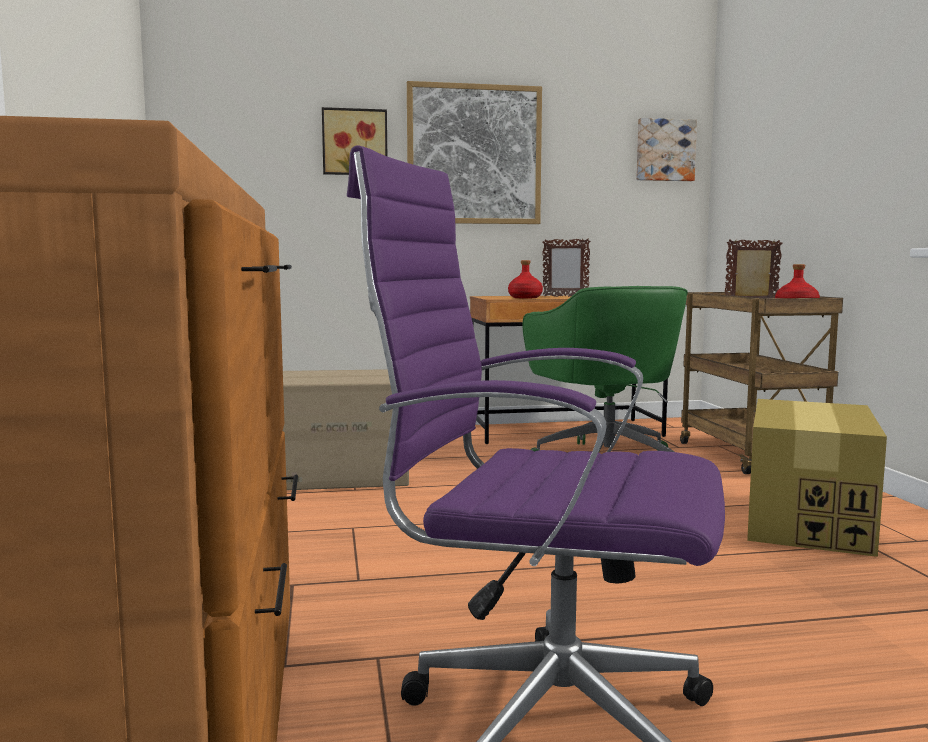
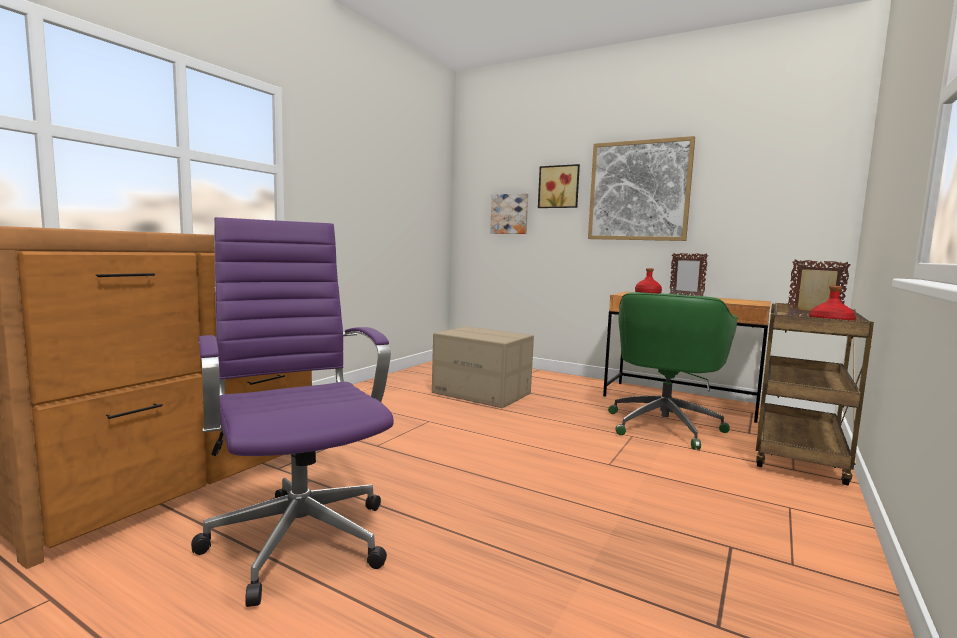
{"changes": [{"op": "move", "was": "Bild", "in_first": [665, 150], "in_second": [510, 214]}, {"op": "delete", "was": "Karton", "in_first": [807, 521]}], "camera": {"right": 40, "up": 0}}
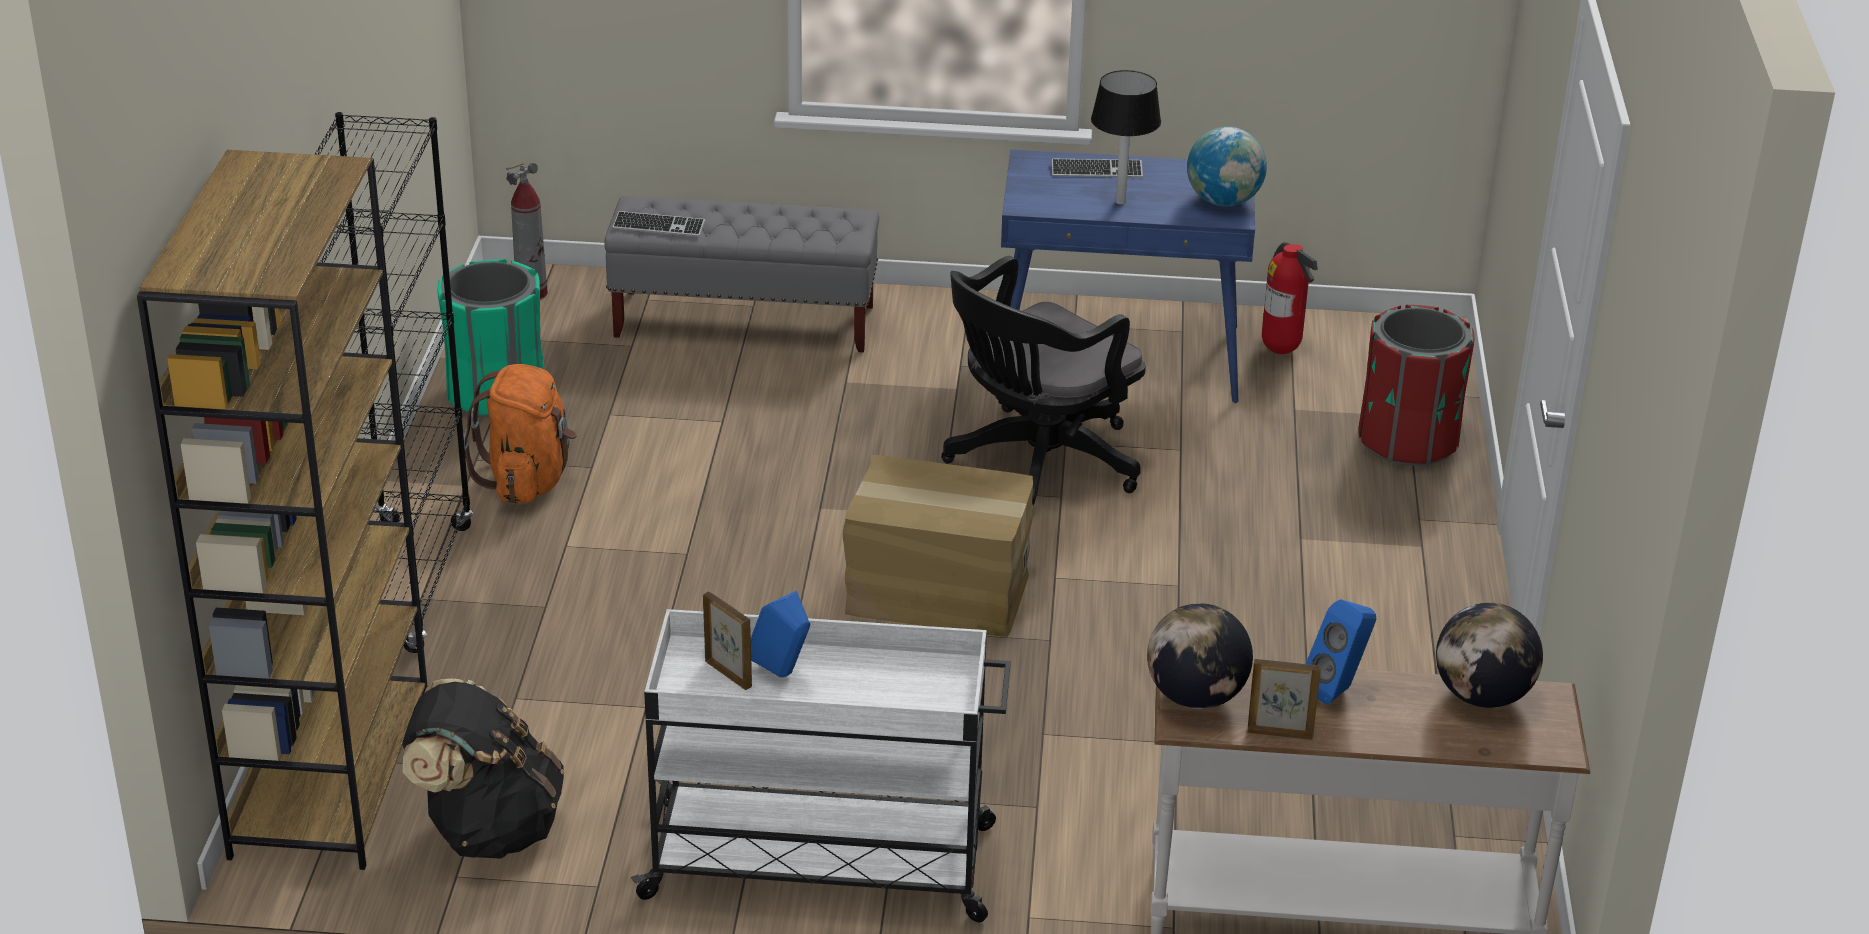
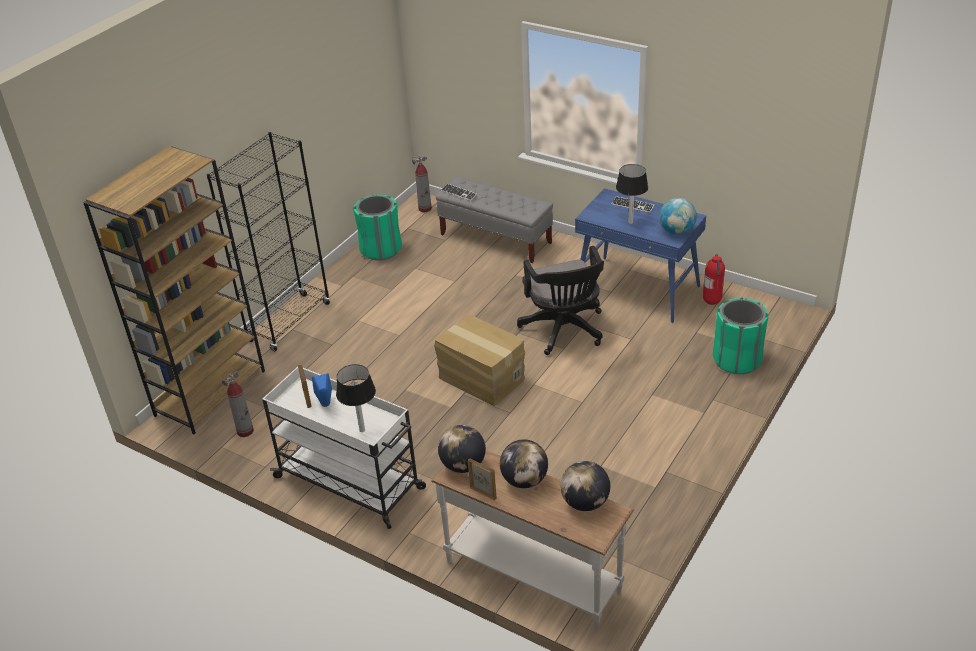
{"changes": [{"op": "replace", "was": "Rucksack (schwarz)", "now": "Feuerlöscher", "in_first": [488, 829], "in_second": [245, 431]}, {"op": "delete", "was": "Rucksack (orange)", "in_first": [527, 480]}, {"op": "rotate", "was": "Bürostuhl (schwarz)", "in_first": [1036, 465], "in_second": [564, 331], "clockwise": -90}, {"op": "replace", "was": "Lautsprecher (blau)", "now": "Globus", "in_first": [1337, 690], "in_second": [524, 480]}, {"op": "recolor", "was": "Mülleimer (rot)", "now": "Mülleimer (grün)", "in_first": [1407, 441], "in_second": [736, 360]}, {"op": "insert", "now": "Tischlampe", "in_second": [361, 430]}], "camera": {"right": 30, "up": 5}}
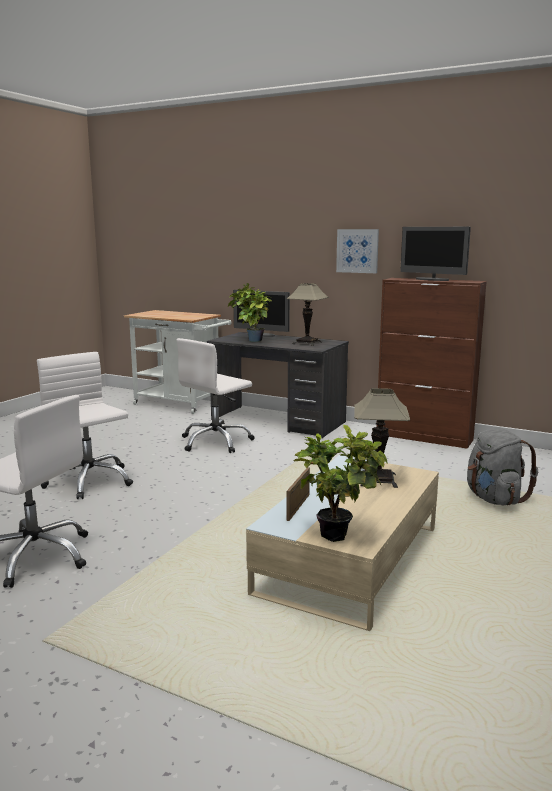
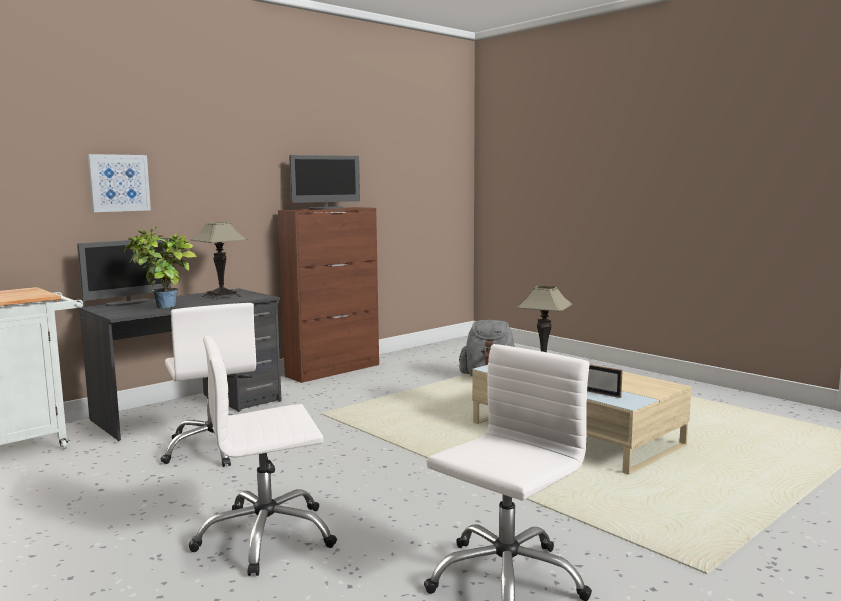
{"changes": [{"op": "delete", "was": "Topfpflanze", "in_first": [339, 534]}, {"op": "move", "was": "Bild", "in_first": [357, 251], "in_second": [119, 183]}], "camera": {"right": -70, "up": -5}}
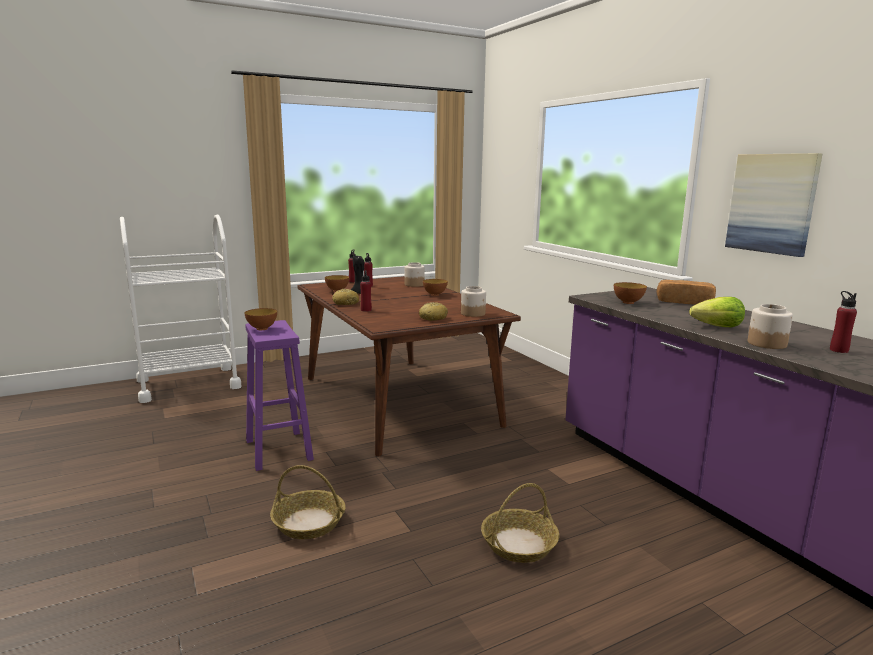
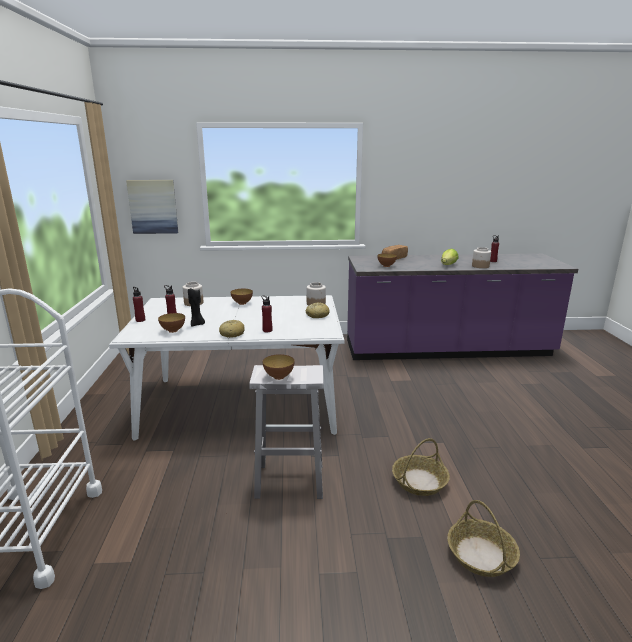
{"changes": [{"op": "recolor", "was": "Hocker (lila)", "now": "Hocker (weiß)", "in_first": [278, 449], "in_second": [288, 481]}, {"op": "recolor", "was": "Esstisch (braun)", "now": "Esstisch (weiß)", "in_first": [396, 400], "in_second": [240, 405]}, {"op": "move", "was": "Korb", "in_first": [519, 544], "in_second": [481, 555]}, {"op": "move", "was": "Bild", "in_first": [772, 203], "in_second": [153, 206]}], "camera": {"right": -65, "up": 5}}
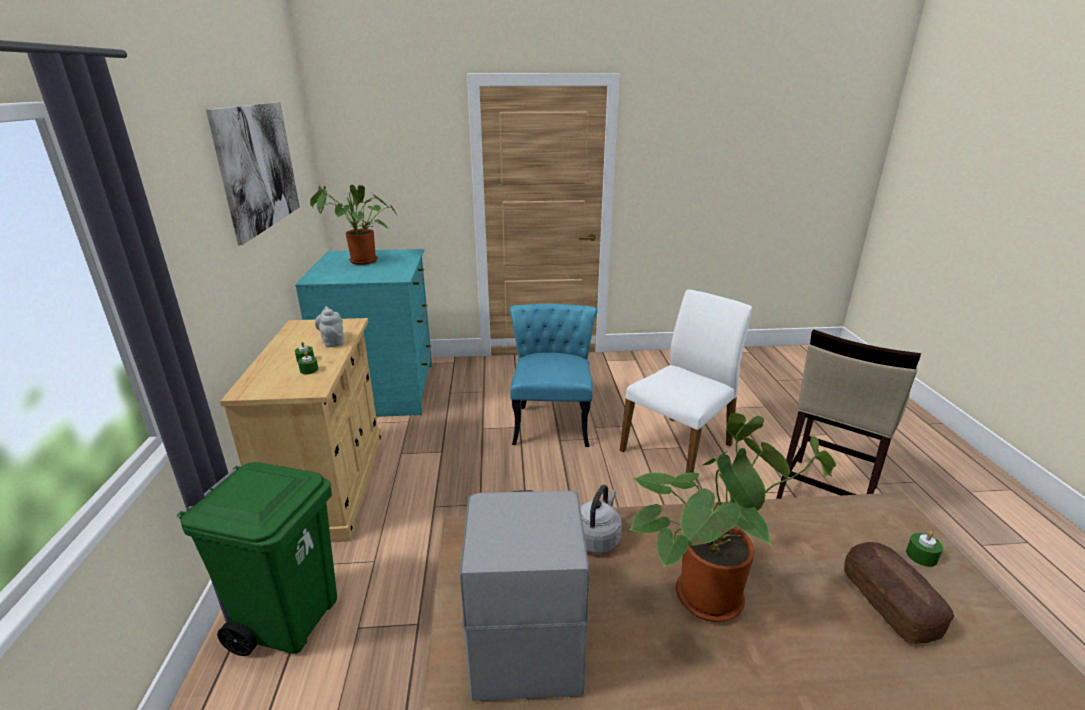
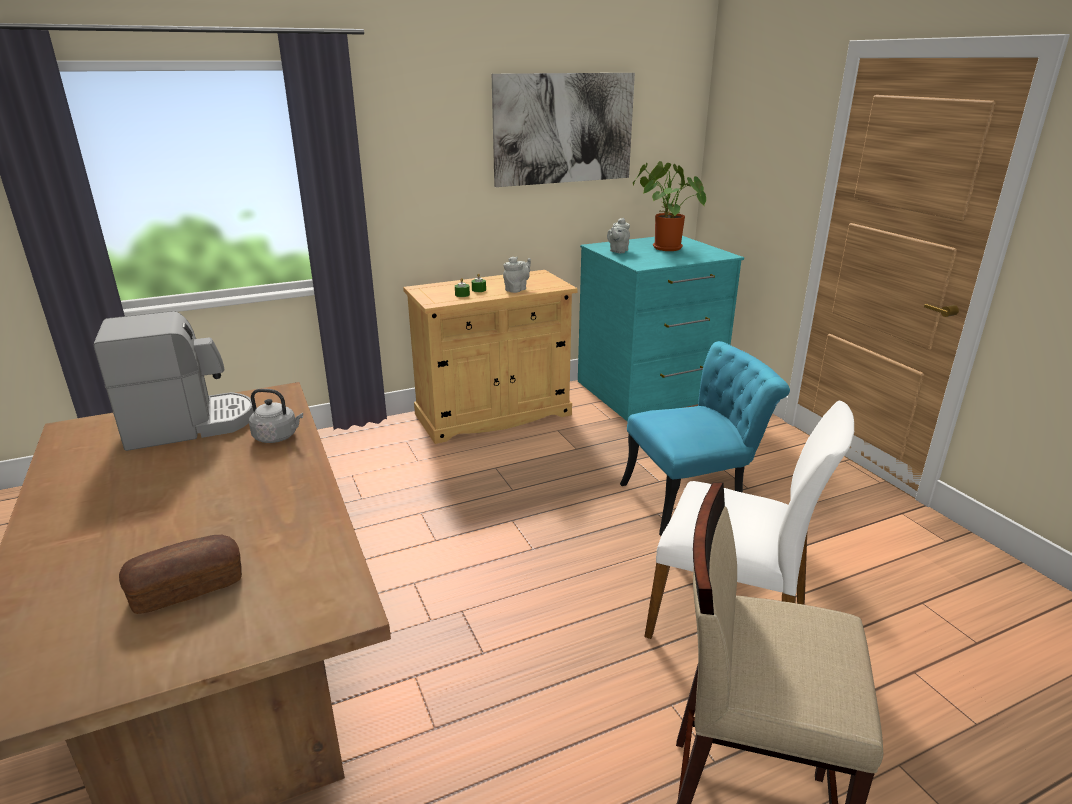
{"changes": [{"op": "delete", "was": "Mülleimer (grün)", "in_first": [290, 619]}, {"op": "delete", "was": "Topfpflanze", "in_first": [710, 591]}, {"op": "delete", "was": "Kerze (grün)", "in_first": [921, 556]}, {"op": "insert", "now": "Teekanne (grau)", "in_second": [618, 251]}], "camera": {"right": 70, "up": 0}}
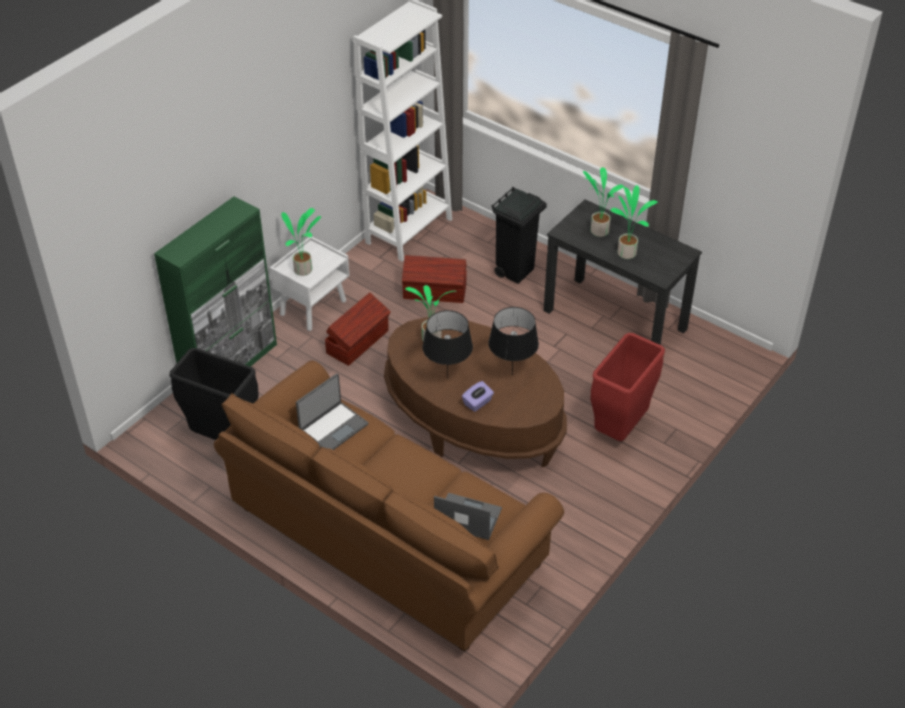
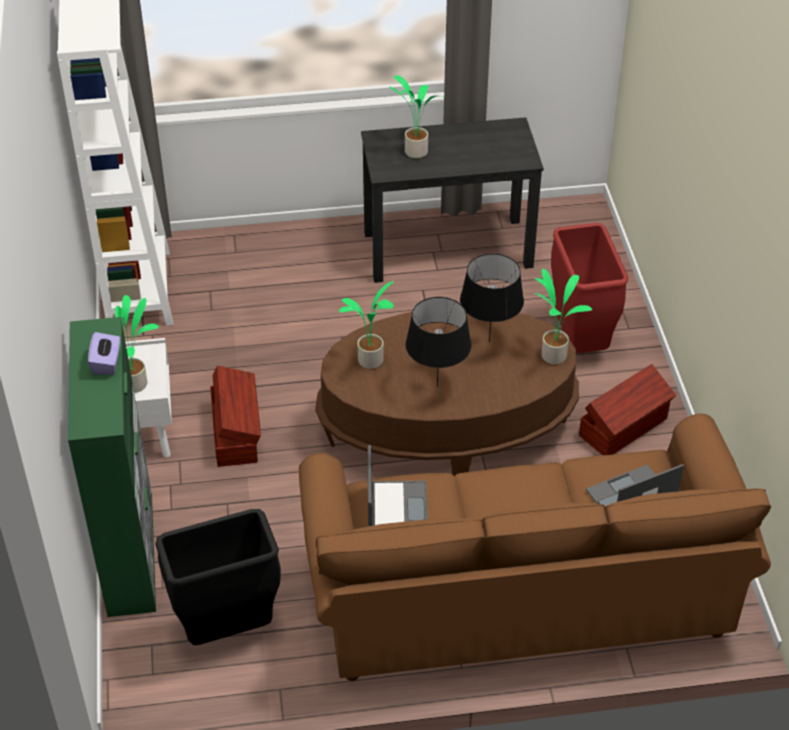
{"changes": [{"op": "move", "was": "Aufbewahrungsbox (braun)", "in_first": [435, 292], "in_second": [624, 427]}, {"op": "move", "was": "Taschentuchbox (lila)", "in_first": [477, 403], "in_second": [106, 363]}, {"op": "delete", "was": "Mülleimer (schwarz)", "in_first": [515, 271]}, {"op": "move", "was": "Topfpflanze", "in_first": [627, 252], "in_second": [553, 355]}], "camera": {"right": -45, "up": 0}}
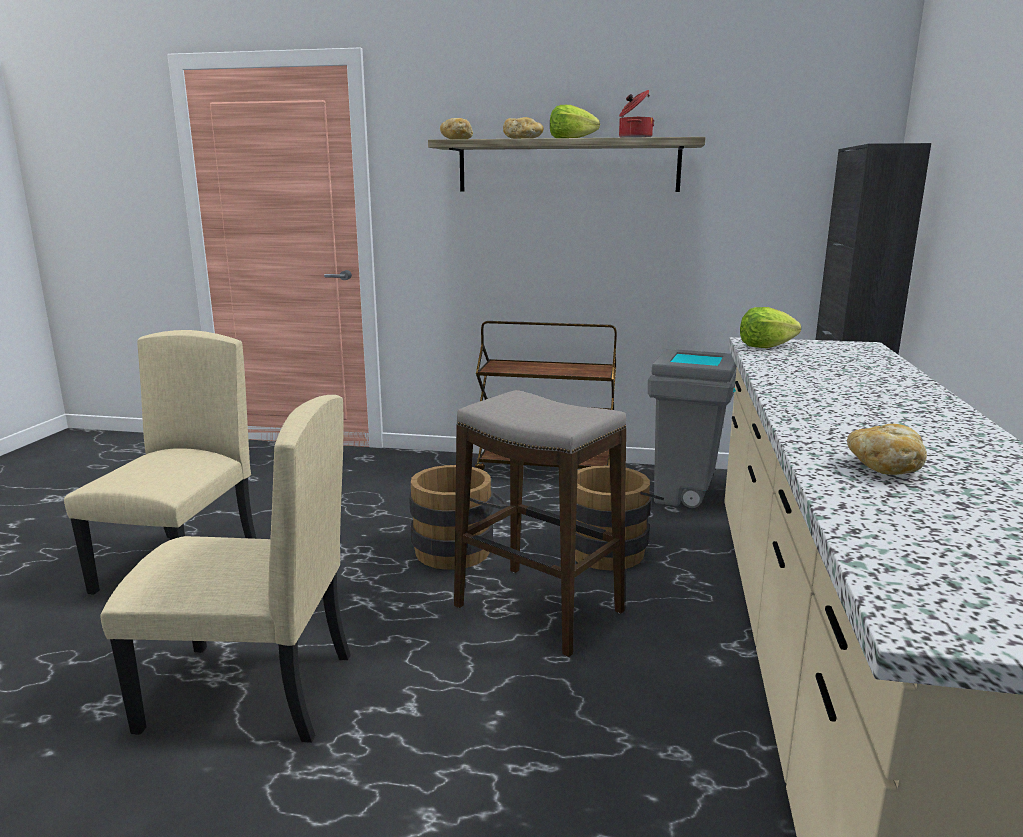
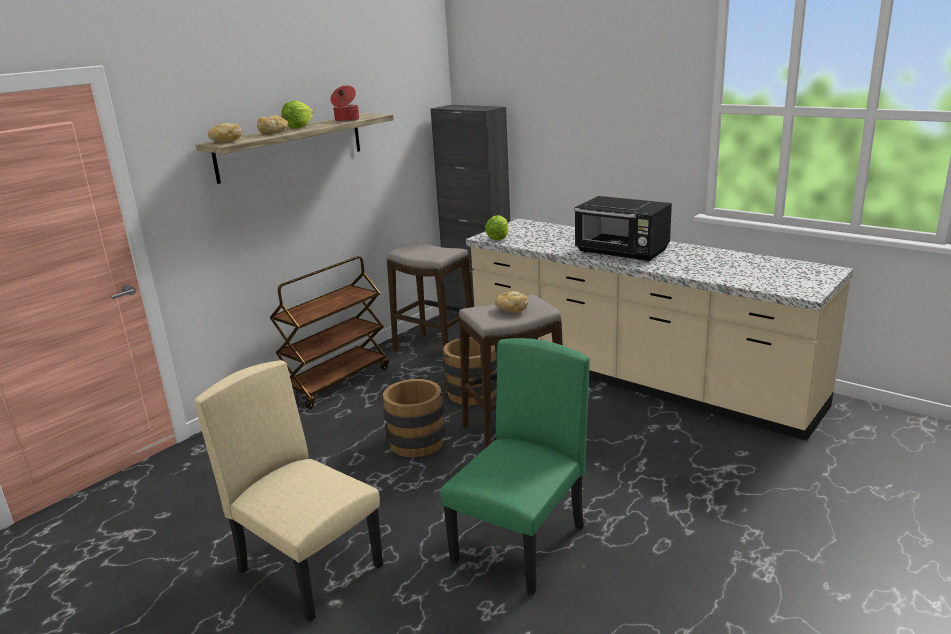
{"changes": [{"op": "recolor", "was": "Stuhl (beige)", "now": "Stuhl (grün)", "in_first": [249, 693], "in_second": [520, 545]}, {"op": "replace", "was": "Mülleimer (grau)", "now": "Hocker", "in_first": [690, 497], "in_second": [435, 349]}, {"op": "move", "was": "Brot", "in_first": [884, 467], "in_second": [511, 310]}, {"op": "insert", "now": "Mikrowelle (schwarz)", "in_second": [622, 252]}], "camera": {"right": -60, "up": 5}}
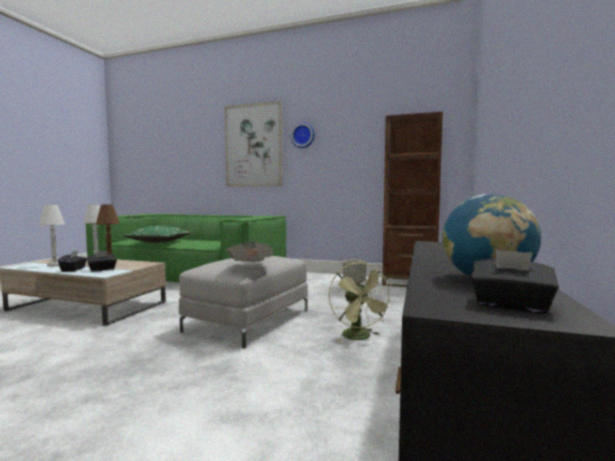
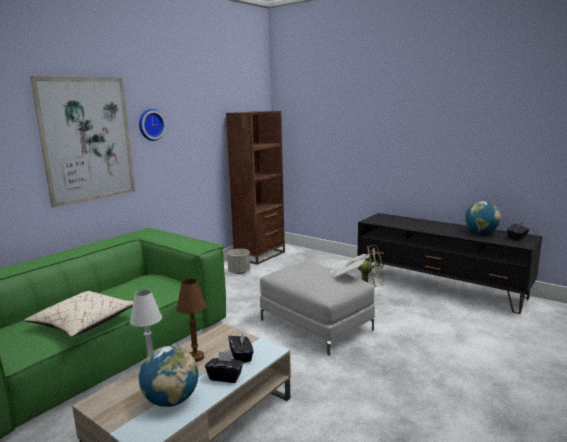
{"changes": [{"op": "replace", "was": "Tischlampe (weiß)", "now": "Globus", "in_first": [54, 265], "in_second": [171, 400]}, {"op": "recolor", "was": "Kissen (grün)", "now": "Kissen (beige)", "in_first": [159, 242], "in_second": [83, 323]}], "camera": {"right": -70, "up": 10}}
